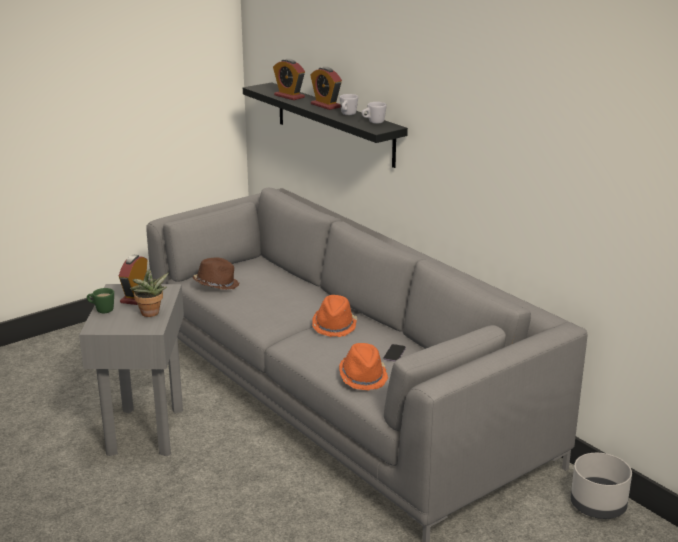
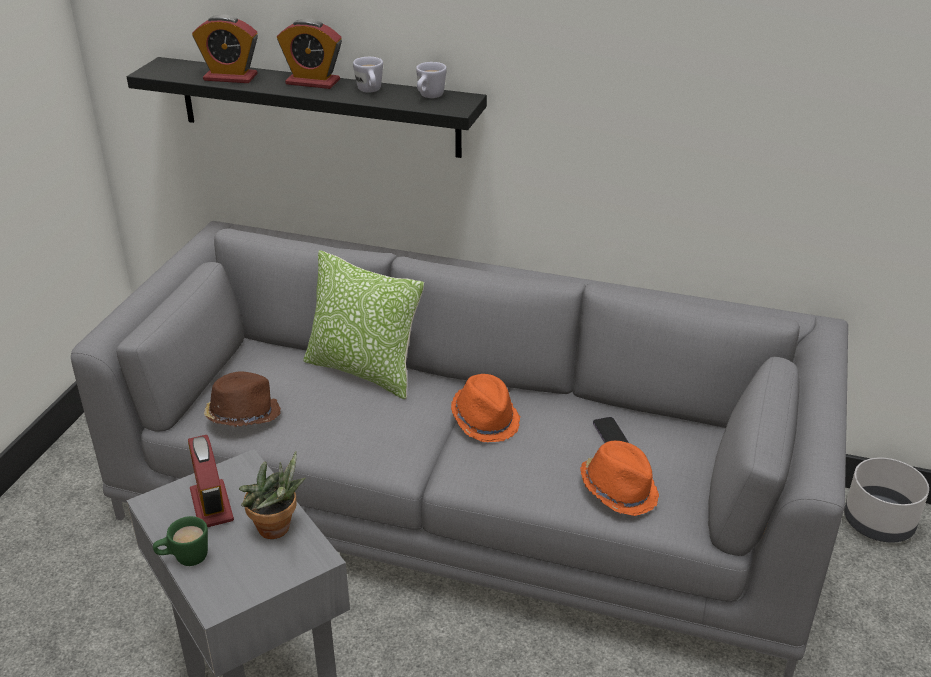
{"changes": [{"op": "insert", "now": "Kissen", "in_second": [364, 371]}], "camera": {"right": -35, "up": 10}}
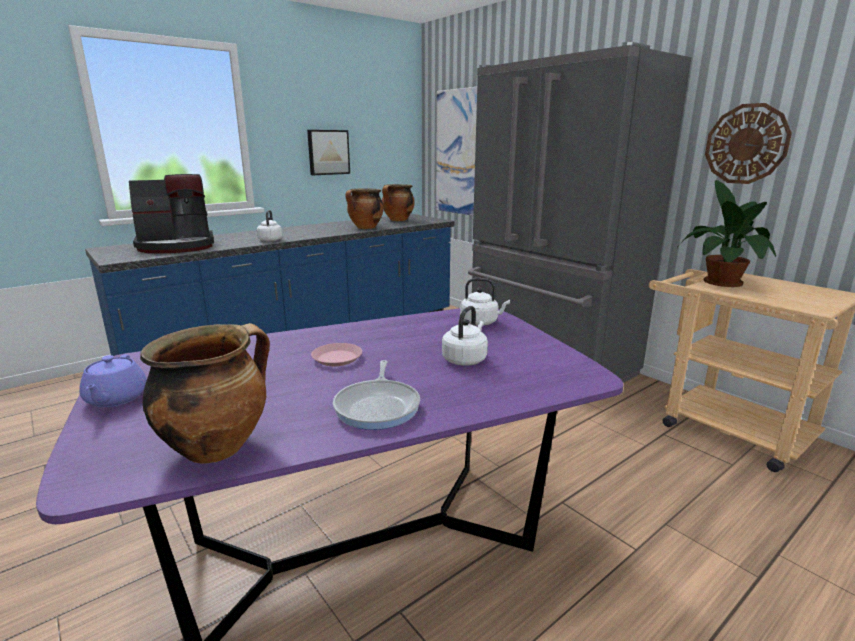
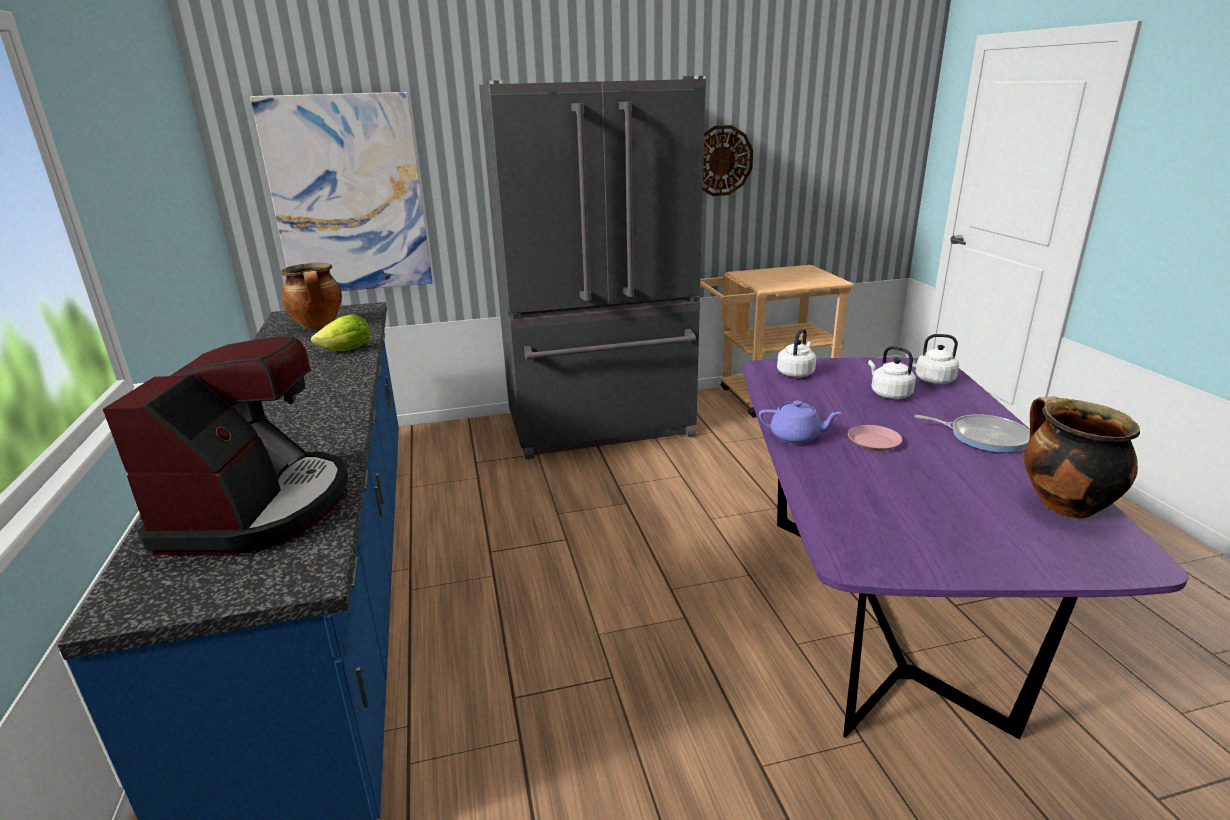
{"changes": [{"op": "move", "was": "Teekanne (lila)", "in_first": [116, 399], "in_second": [796, 437]}, {"op": "move", "was": "Wasserkessel (weiß)", "in_first": [270, 240], "in_second": [932, 380]}, {"op": "delete", "was": "Bild", "in_first": [328, 152]}, {"op": "replace", "was": "Kochtopf", "now": "Salatkopf", "in_first": [365, 228], "in_second": [347, 350]}, {"op": "delete", "was": "Topfpflanze", "in_first": [720, 281]}], "camera": {"right": -65, "up": 5}}
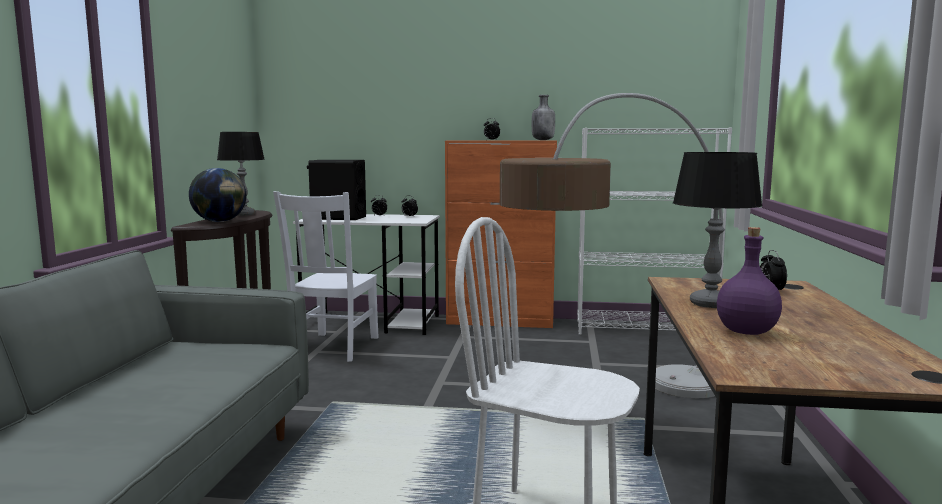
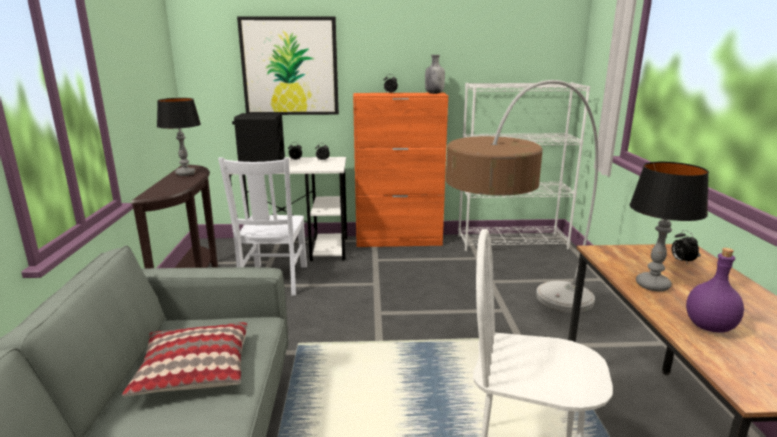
{"changes": [{"op": "delete", "was": "Globus", "in_first": [220, 221]}, {"op": "insert", "now": "Kissen", "in_second": [193, 371]}, {"op": "insert", "now": "Bild", "in_second": [290, 66]}], "camera": {"right": -10, "up": 10}}
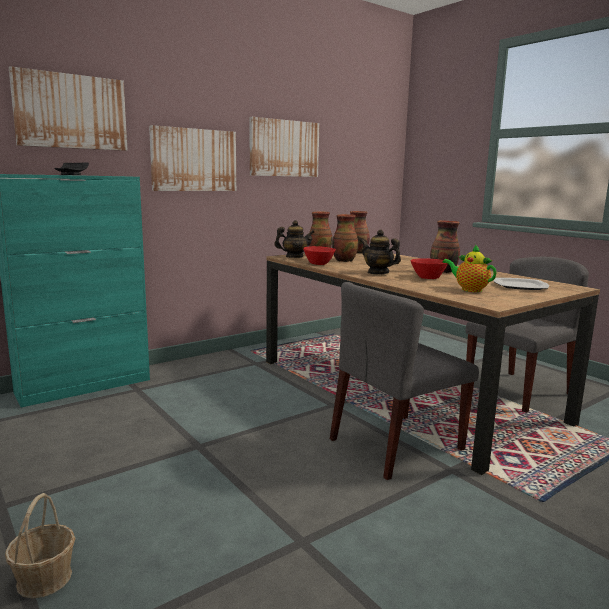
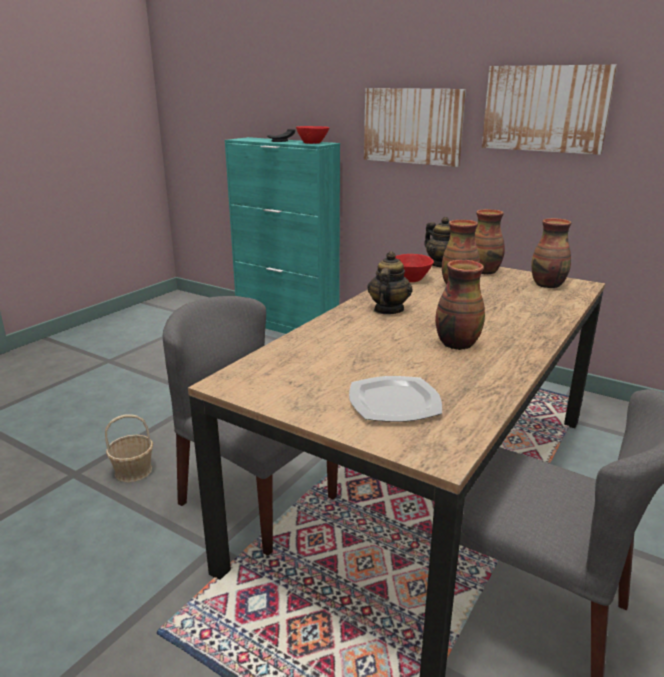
{"changes": [{"op": "move", "was": "Korb", "in_first": [45, 578], "in_second": [133, 471]}, {"op": "delete", "was": "Bild", "in_first": [71, 112]}, {"op": "move", "was": "Schüssel (rot)", "in_first": [428, 277], "in_second": [313, 143]}, {"op": "delete", "was": "Teekanne", "in_first": [469, 289]}], "camera": {"right": 70, "up": 10}}
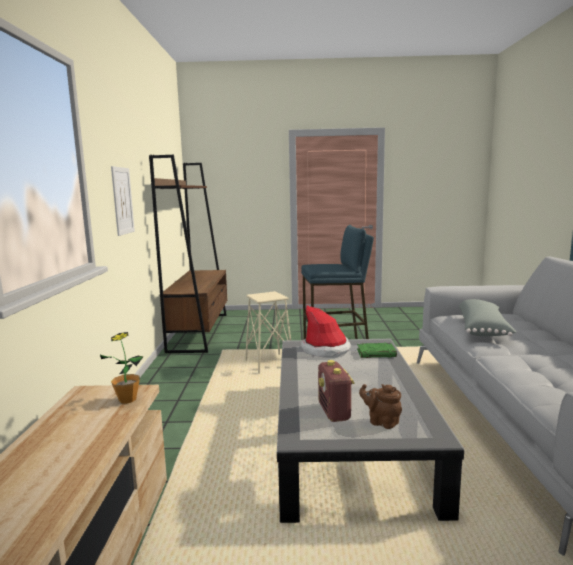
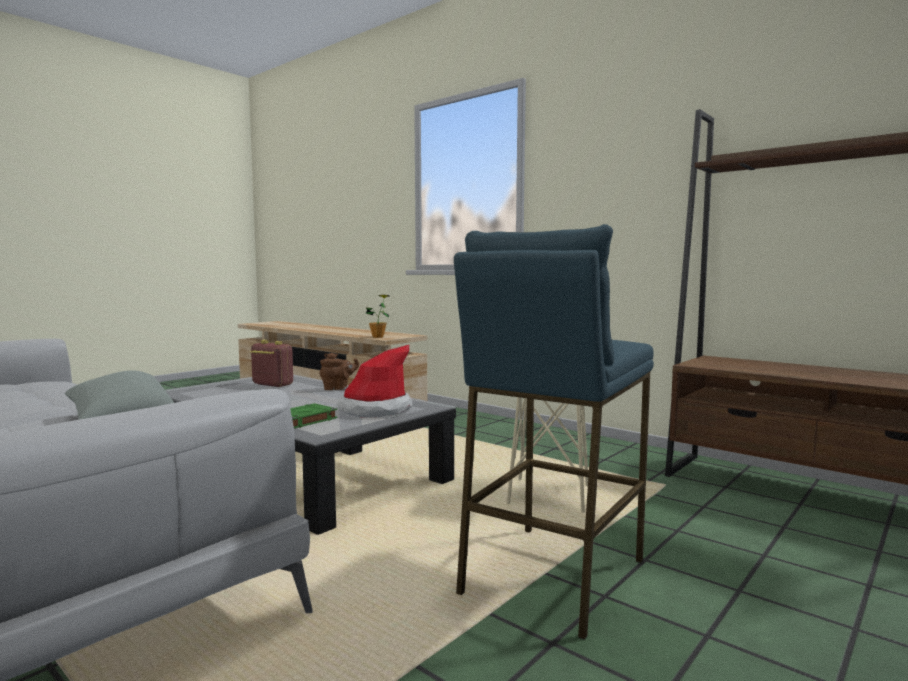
{"changes": [{"op": "delete", "was": "Bild", "in_first": [122, 201]}, {"op": "move", "was": "Teekanne (braun)", "in_first": [381, 422], "in_second": [338, 389]}], "camera": {"right": 130, "up": -5}}
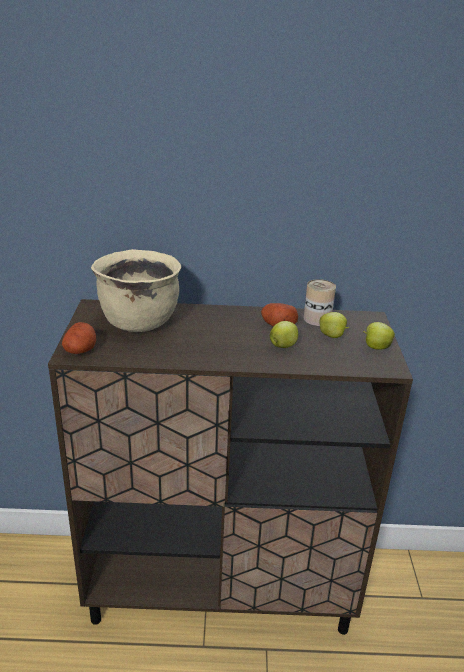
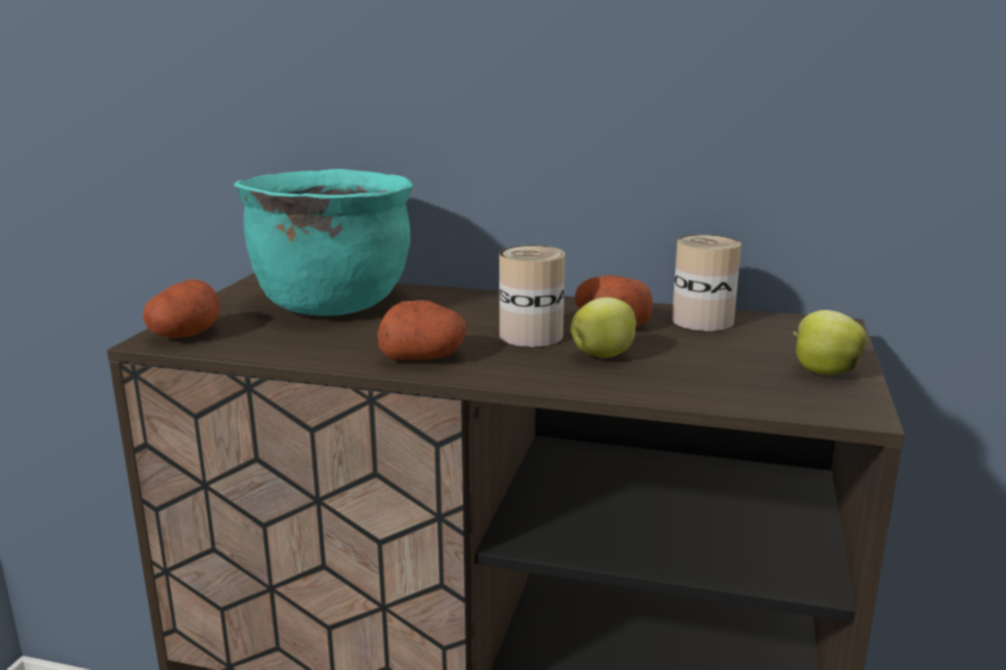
{"changes": [{"op": "recolor", "was": "Kochtopf (beige)", "now": "Kochtopf (türkis)", "in_first": [139, 321], "in_second": [332, 303]}, {"op": "delete", "was": "Apfel", "in_first": [332, 336]}, {"op": "insert", "now": "Kartoffel", "in_second": [424, 357]}, {"op": "insert", "now": "Dose", "in_second": [531, 335]}], "camera": {"right": 15, "up": -10}}
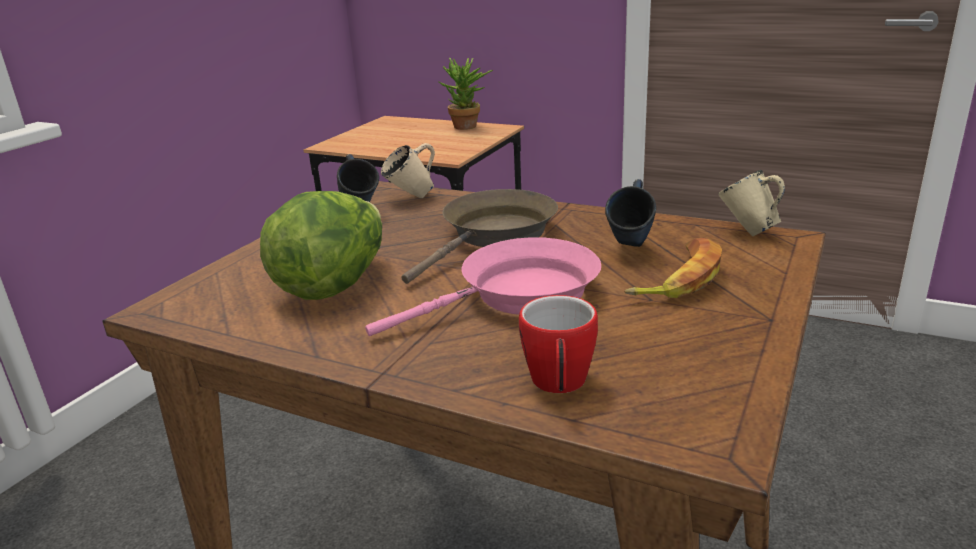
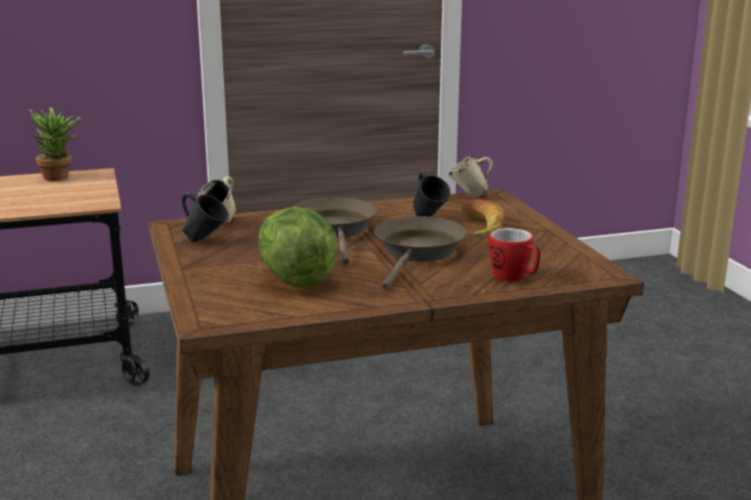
{"changes": [{"op": "recolor", "was": "Pfanne (rosa)", "now": "Pfanne (braun)", "in_first": [519, 295], "in_second": [418, 253]}], "camera": {"right": -45, "up": -5}}
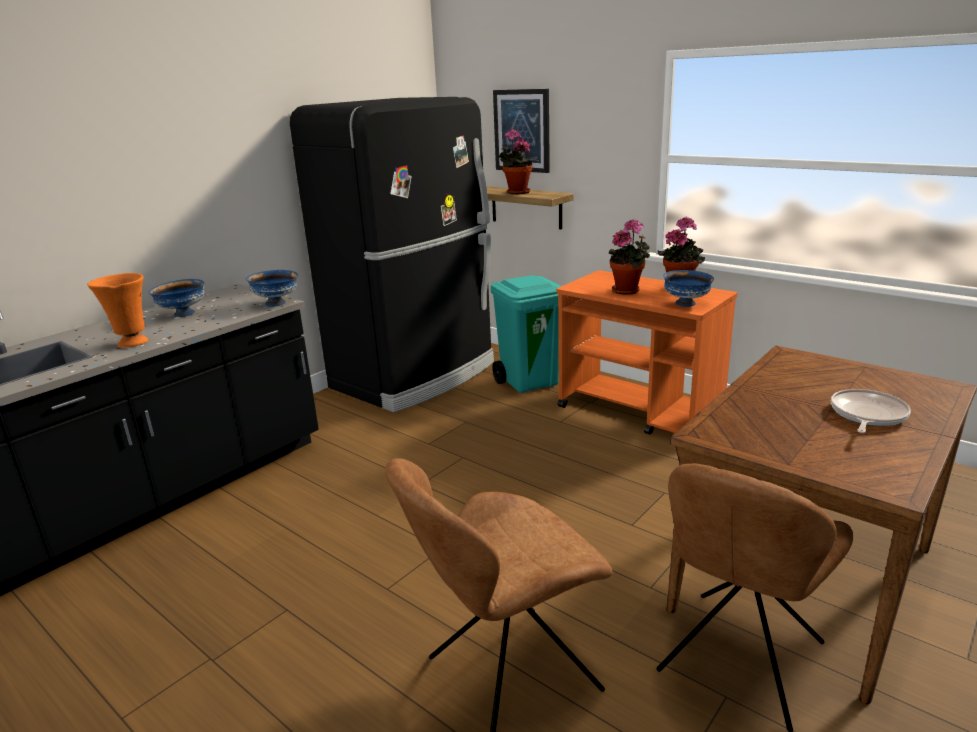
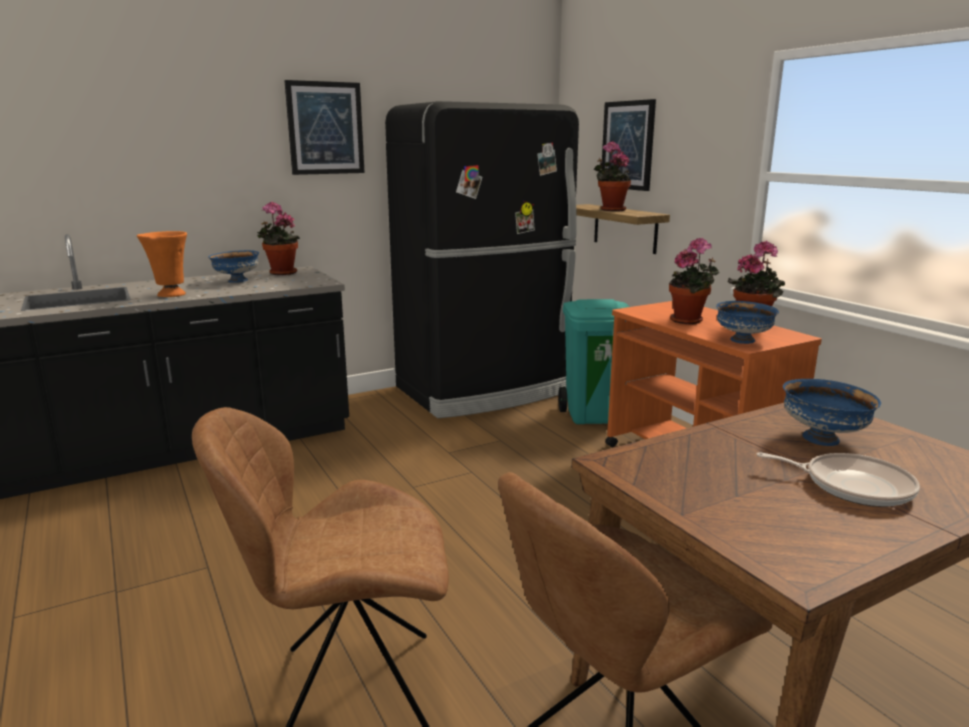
{"changes": [{"op": "move", "was": "Schüssel (blau)", "in_first": [276, 303], "in_second": [823, 439]}, {"op": "rotate", "was": "Pfanne", "in_first": [866, 415], "in_second": [852, 486], "clockwise": 60}, {"op": "insert", "now": "Topfpflanze", "in_second": [280, 273]}, {"op": "insert", "now": "Bild", "in_second": [325, 128]}], "camera": {"right": 20, "up": -5}}
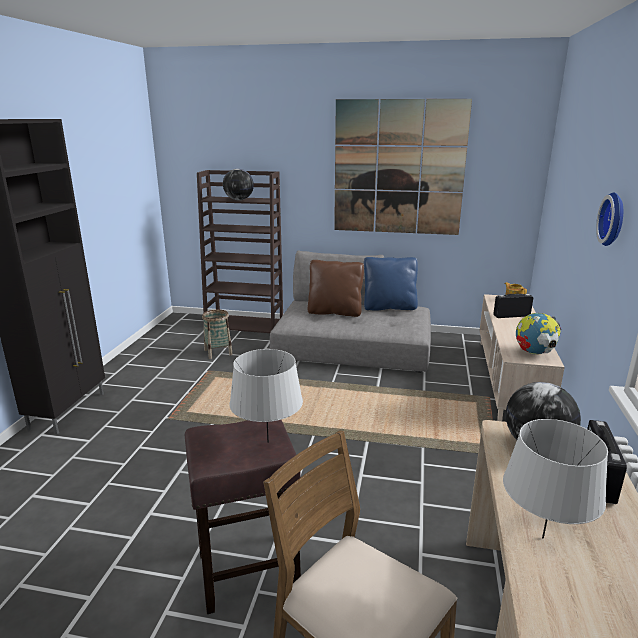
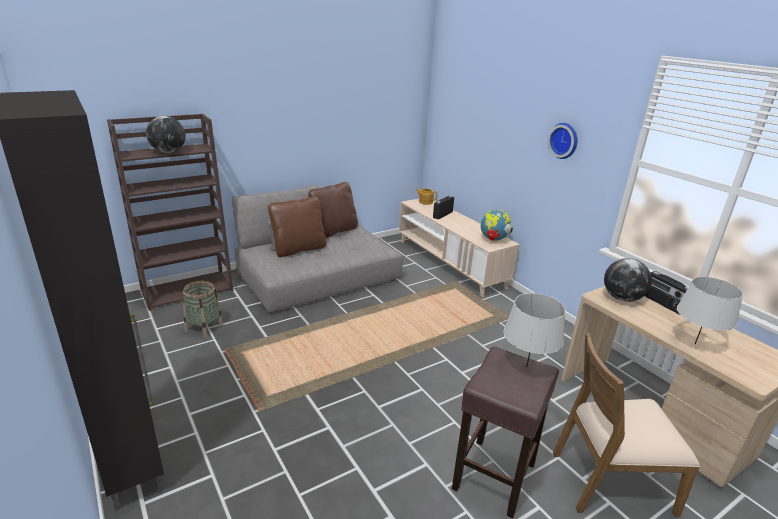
{"changes": [{"op": "delete", "was": "Bild", "in_first": [398, 168]}, {"op": "recolor", "was": "Kissen (blau)", "now": "Kissen (braun)", "in_first": [389, 307], "in_second": [334, 231]}], "camera": {"right": -45, "up": 5}}
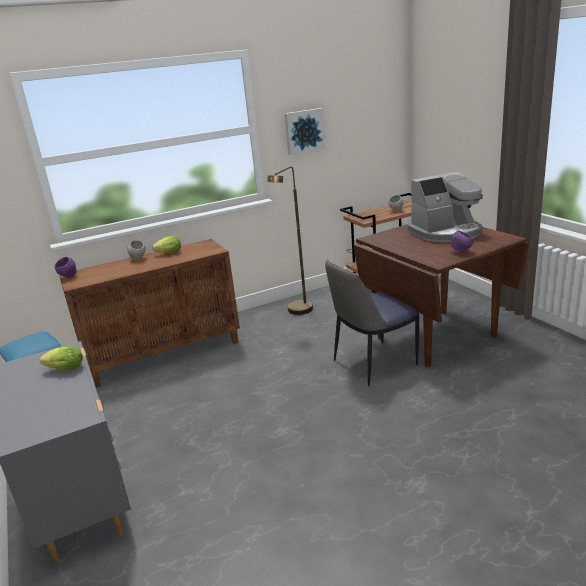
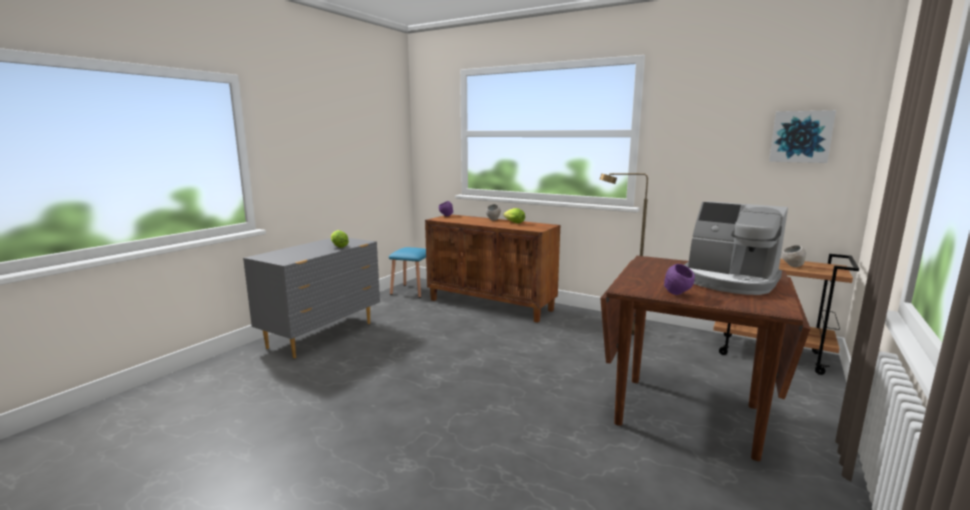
{"changes": [{"op": "move", "was": "Bild", "in_first": [304, 131], "in_second": [801, 136]}, {"op": "delete", "was": "Stuhl", "in_first": [372, 363]}], "camera": {"right": 55, "up": -10}}
